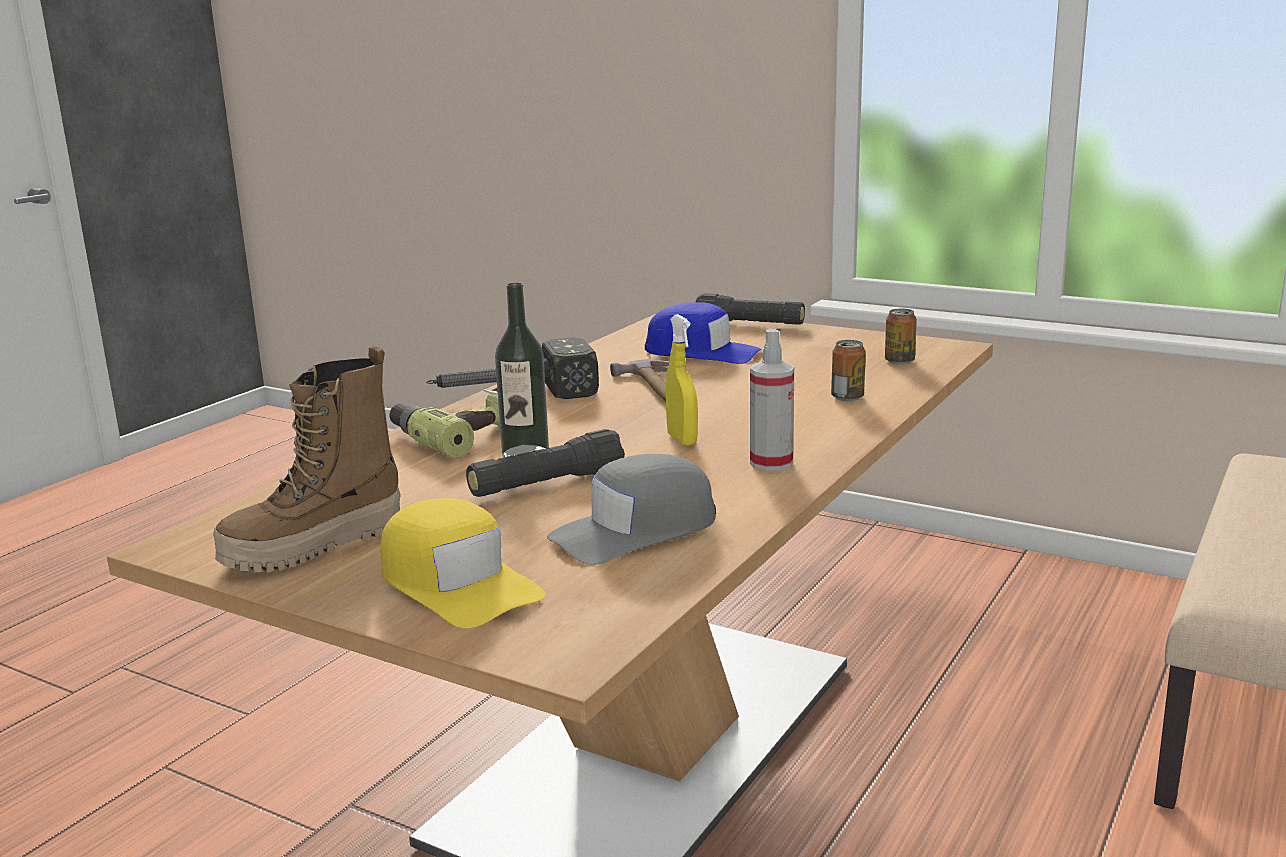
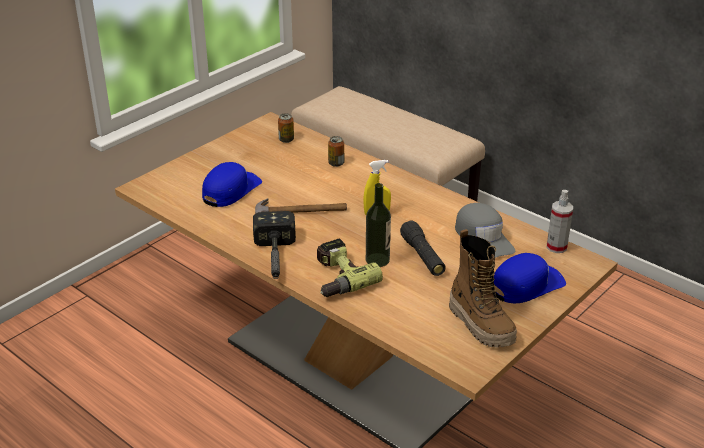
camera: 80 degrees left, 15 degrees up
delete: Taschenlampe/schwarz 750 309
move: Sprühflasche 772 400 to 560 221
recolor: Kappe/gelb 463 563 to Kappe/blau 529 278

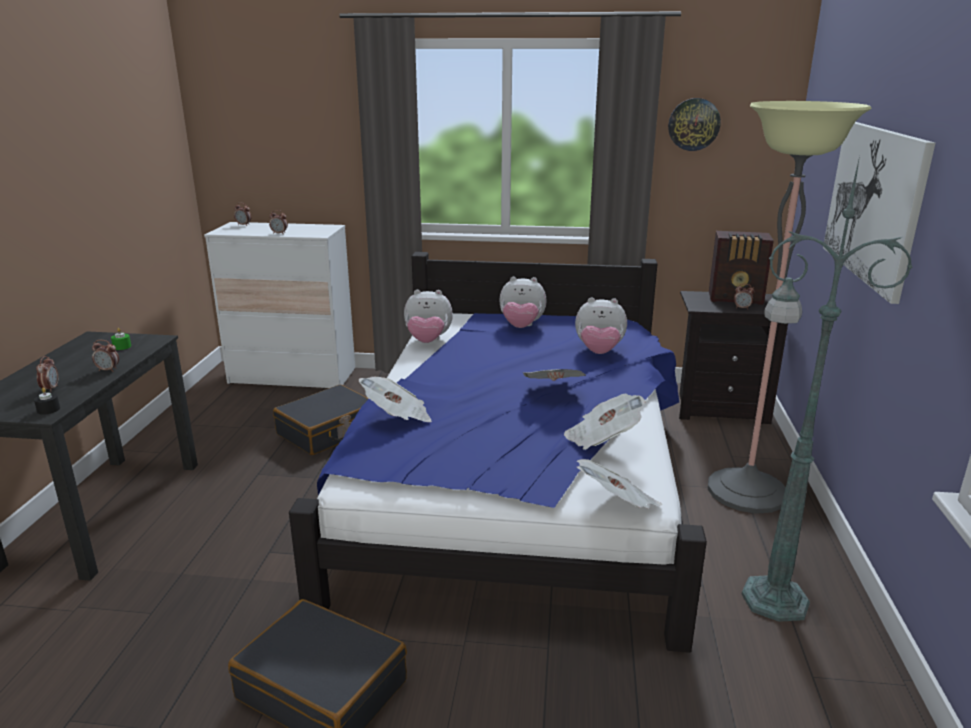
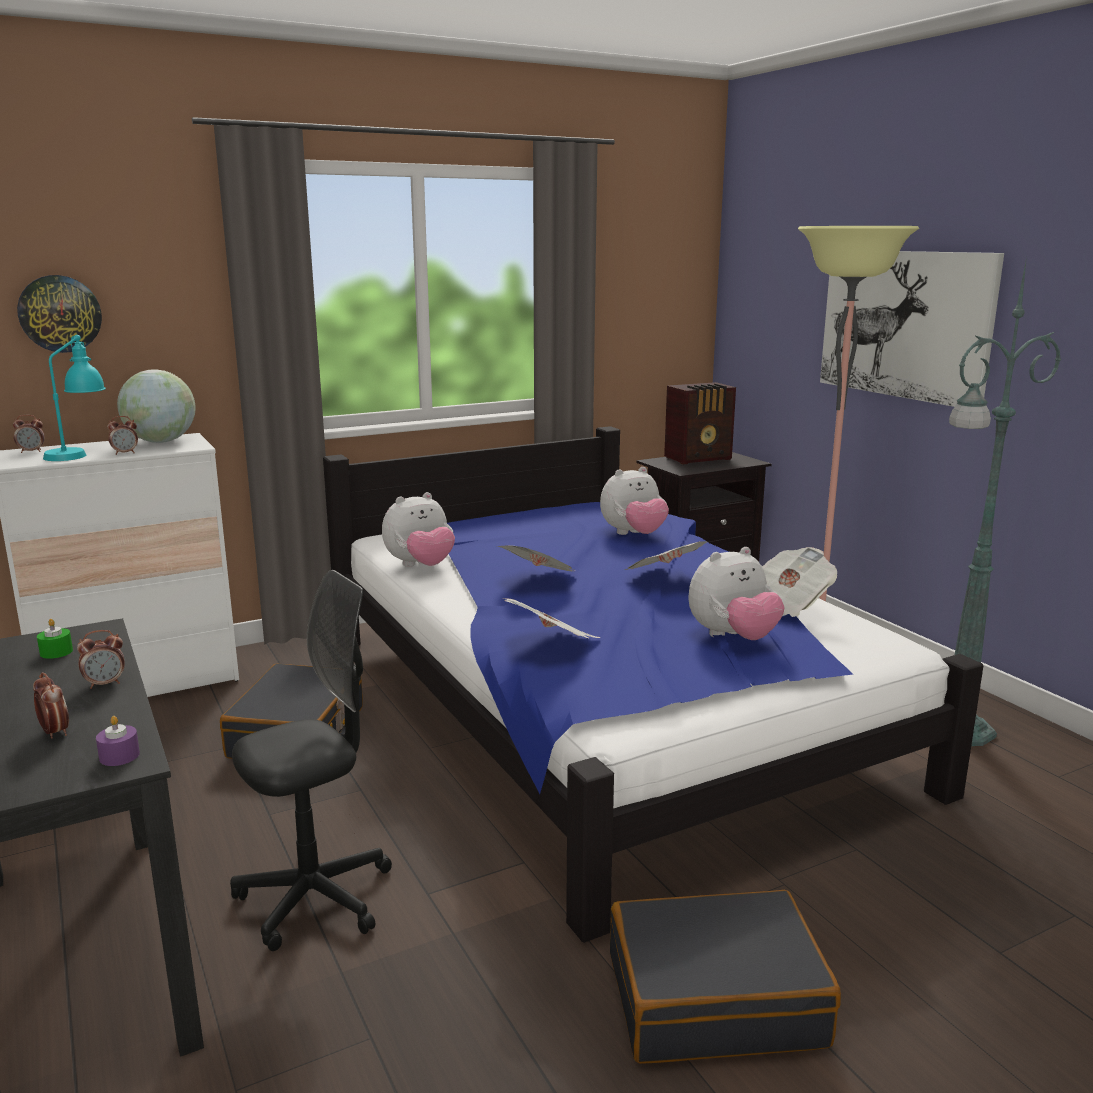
camera: 35 degrees left, 5 degrees down
delete: Wecker 744 296
insert: Tischlampe/türkis 74 398; Globus 156 406; Bürostuhl/schwarz 311 760
move: Wanduhr 694 124 to 59 314; Zeitung 619 484 to 535 558; Plüschtier 523 302 to 737 593
recolor: Kerze/schwarz 47 401 to Kerze/lila 118 741

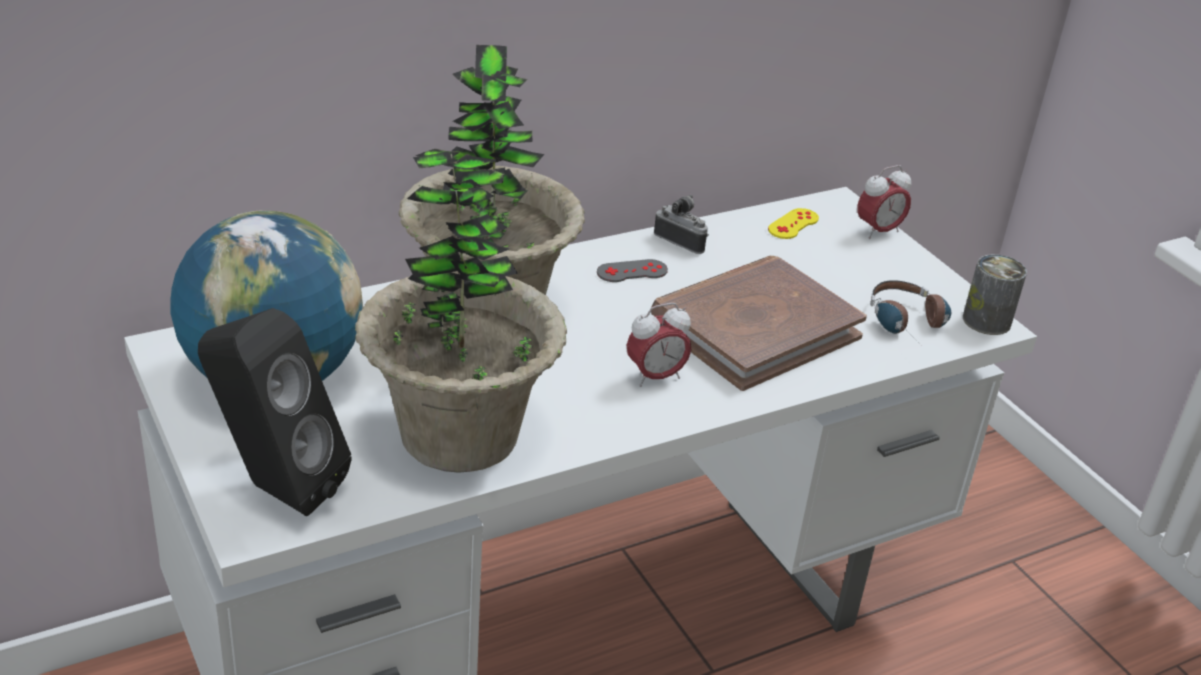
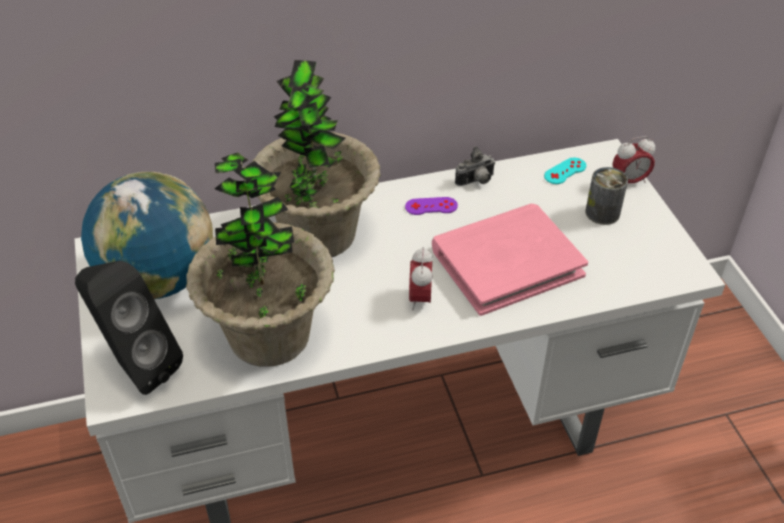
camera: 15 degrees right, 10 degrees up
delete: Kopfhörer 910 311
move: Dose 995 294 to 607 196
recolor: Gamepad/grau 632 270 to Gamepad/lila 431 206; Buch/braun 759 323 to Buch/rosa 510 259; Gamepad/gelb 793 223 to Gamepad/türkis 565 171
rotate: Wecker 658 345 = 421 278 105 degrees clockwise; Kamera 681 224 = 475 166 105 degrees clockwise

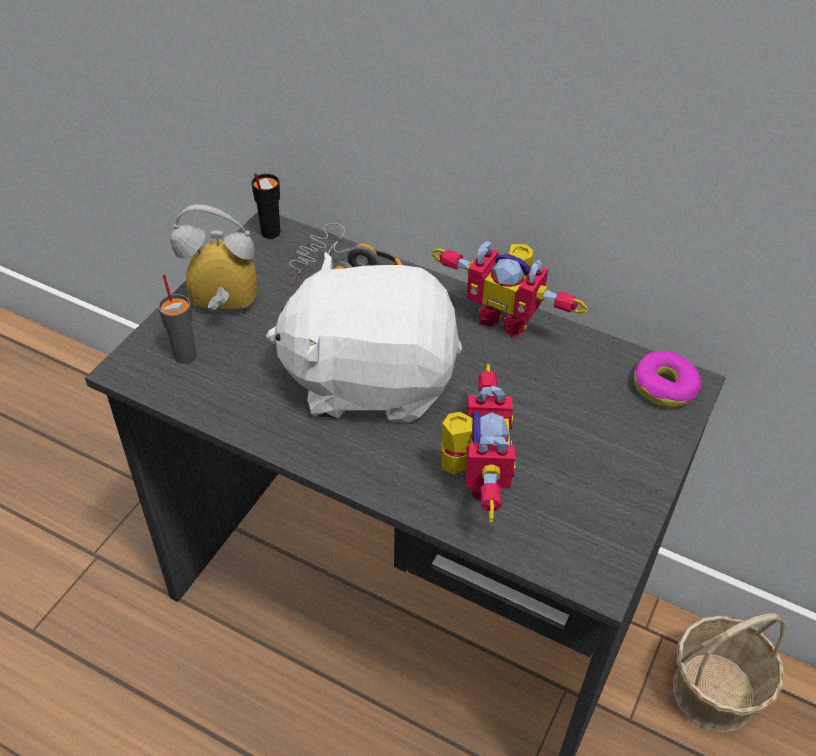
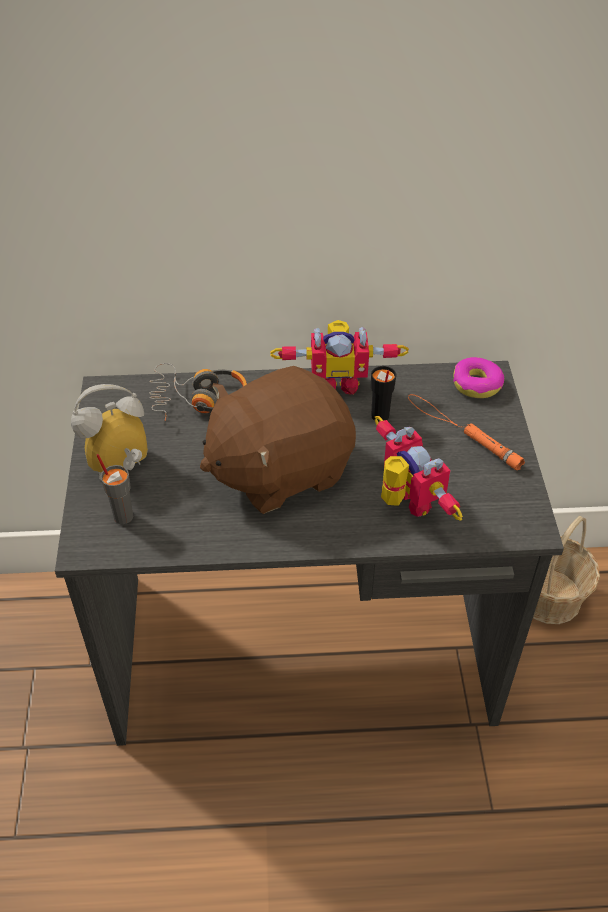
camera: 30 degrees left, 0 degrees up
insert: Taschenlampe/orange 466 432
move: Tasse/schwarz 266 206 to 384 394
recolor: Plüschtier/weiß 364 337 to Plüschtier/braun 278 440

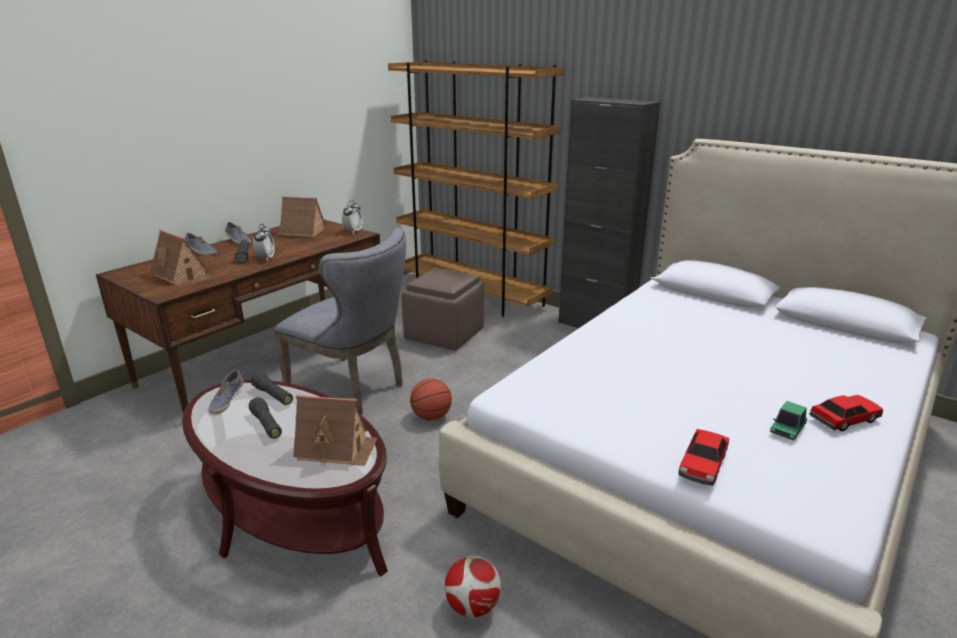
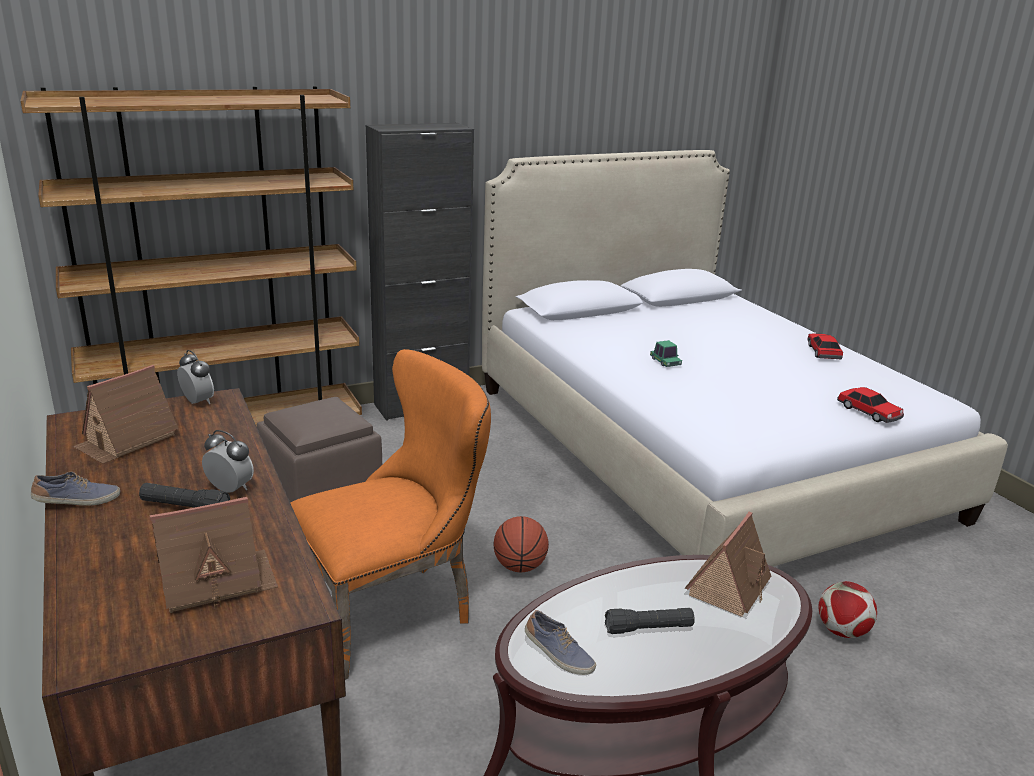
camera: 65 degrees left, 0 degrees up
delete: Schuh 201 244; Taschenlampe/schwarz 272 388
move: Spielzeugauto 788 421 to 666 353
recolor: Stuhl/grau 340 321 to Stuhl/orange 390 514

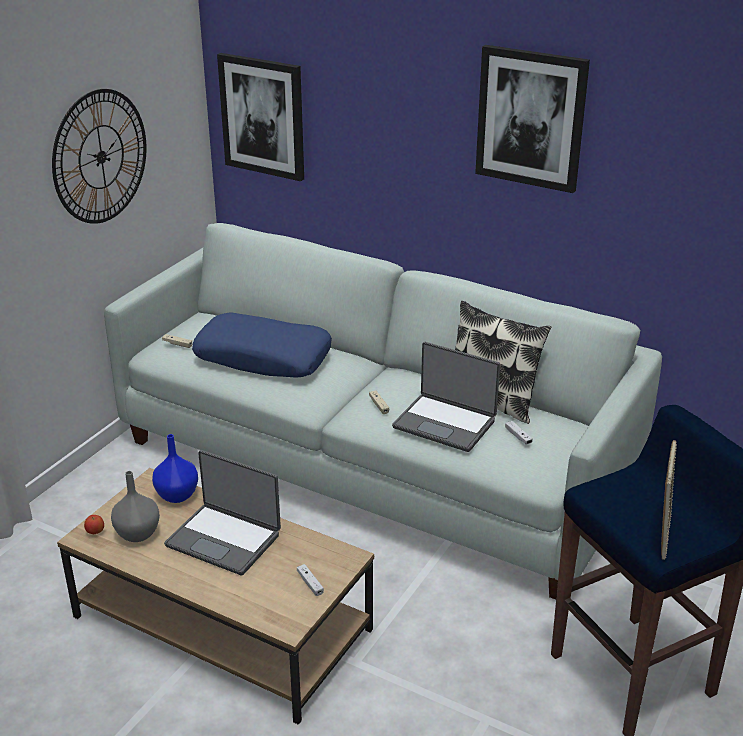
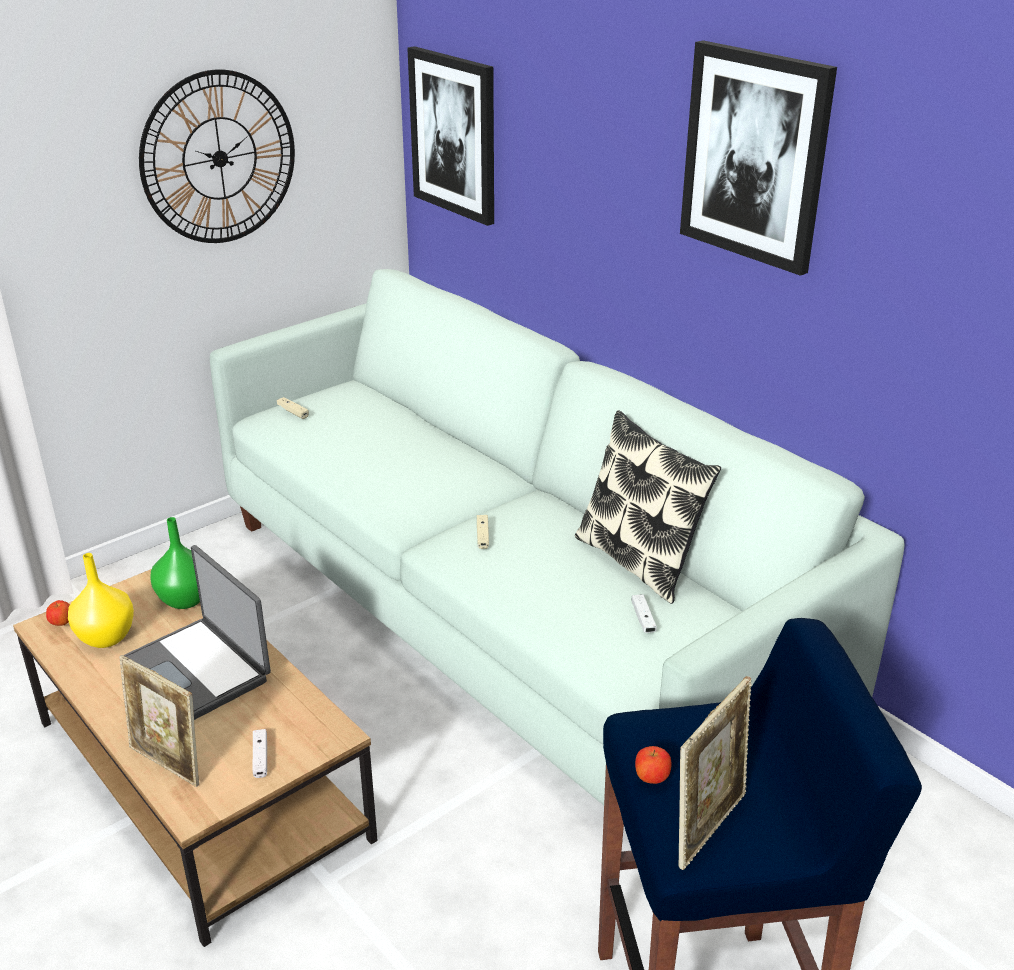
camera: 20 degrees right, 0 degrees up
delete: Kissen/blau 262 345; Laptop 446 397
insert: Bilderrahmen 159 721; Apfel 653 765
recolor: Vase/grau 135 506 to Vase/gelb 101 600; Vase/blau 175 468 to Vase/grün 175 563

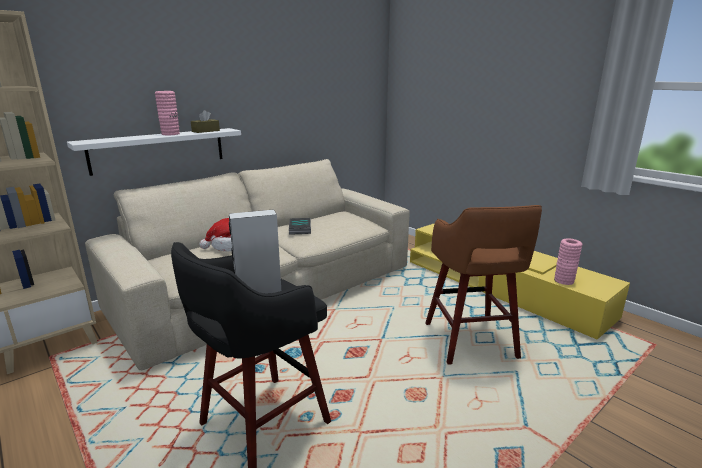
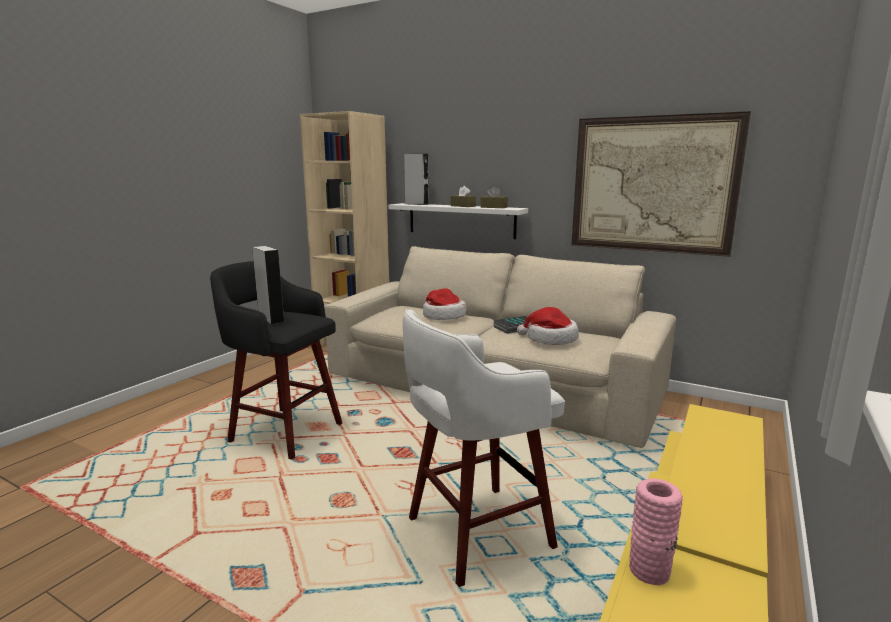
camera: 70 degrees right, 5 degrees down
insert: Lautsprecher/grau 416 179; Hut 548 326; Bild 661 184
replace: Vase/rosa 167 113 to Taschentuchbox/braun 463 196
recolor: Hocker/braun 484 285 to Hocker/weiß 484 448

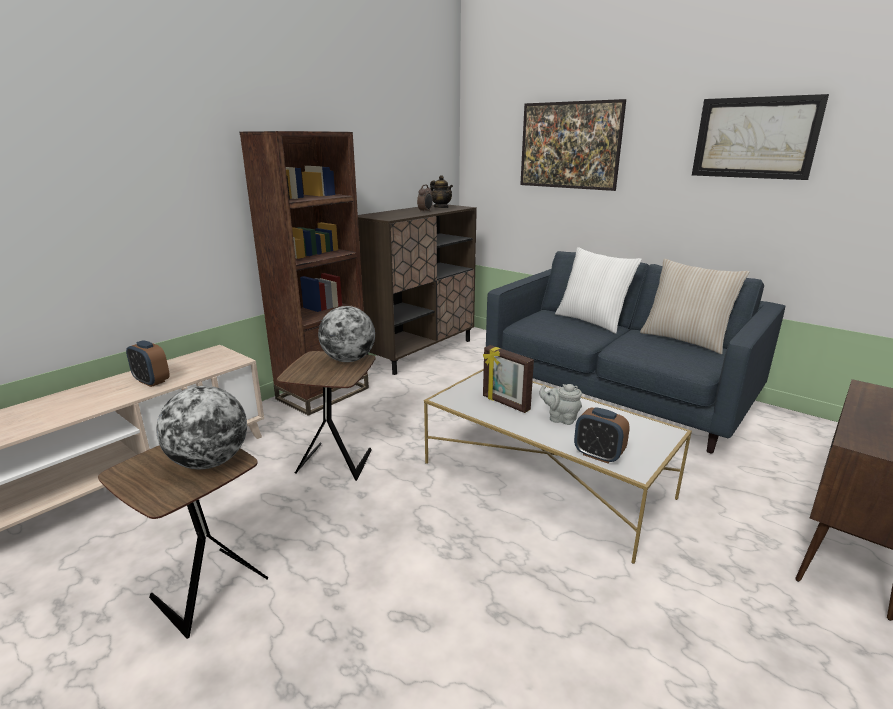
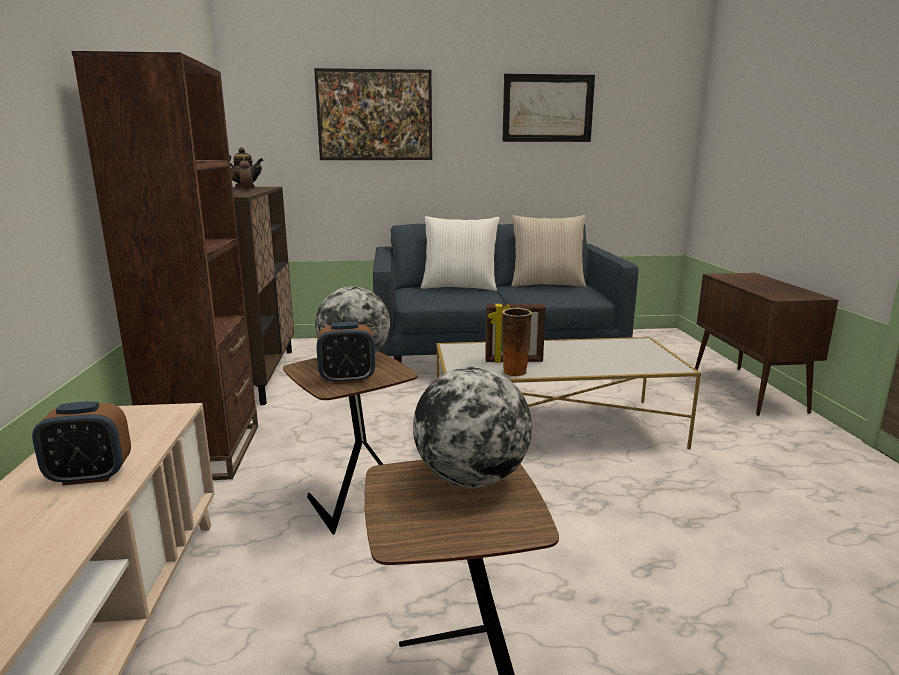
camera: 45 degrees left, 5 degrees down
delete: Teekanne/grau 560 404
insert: Vase 517 342
move: Wecker 602 435 to 346 353

